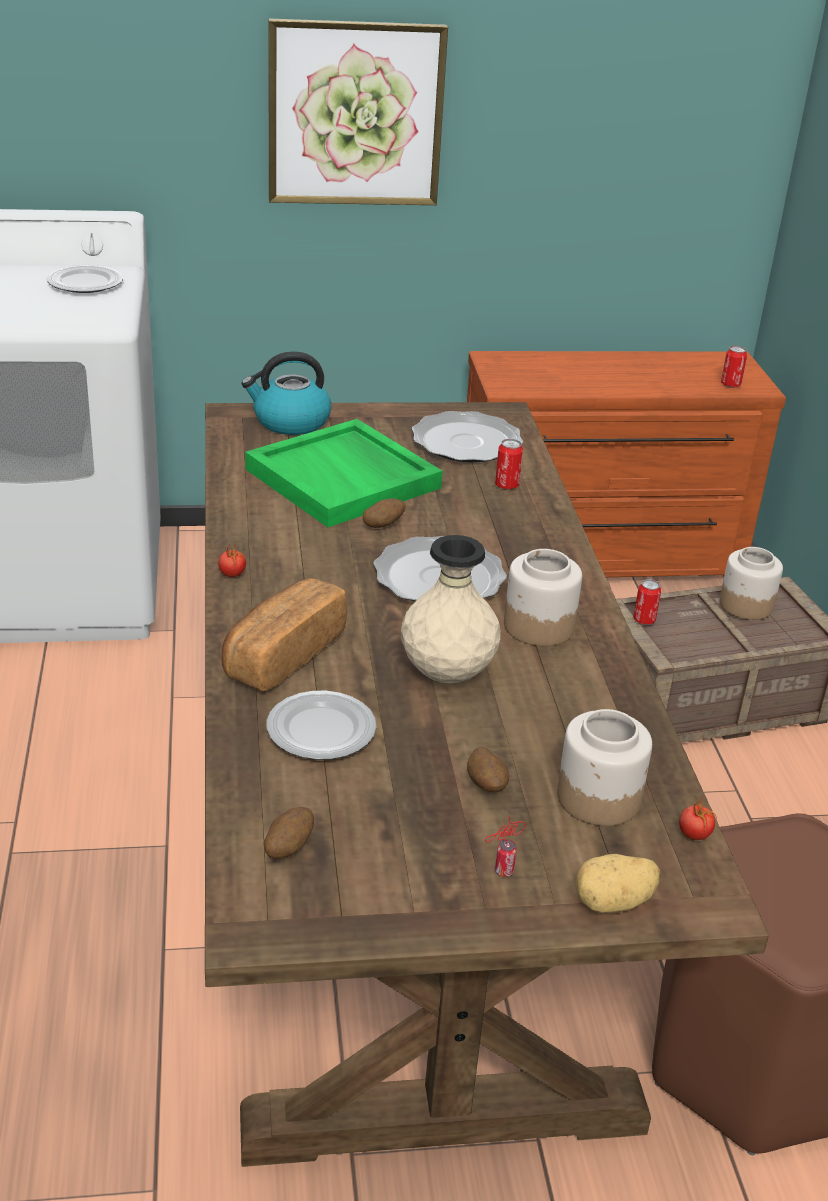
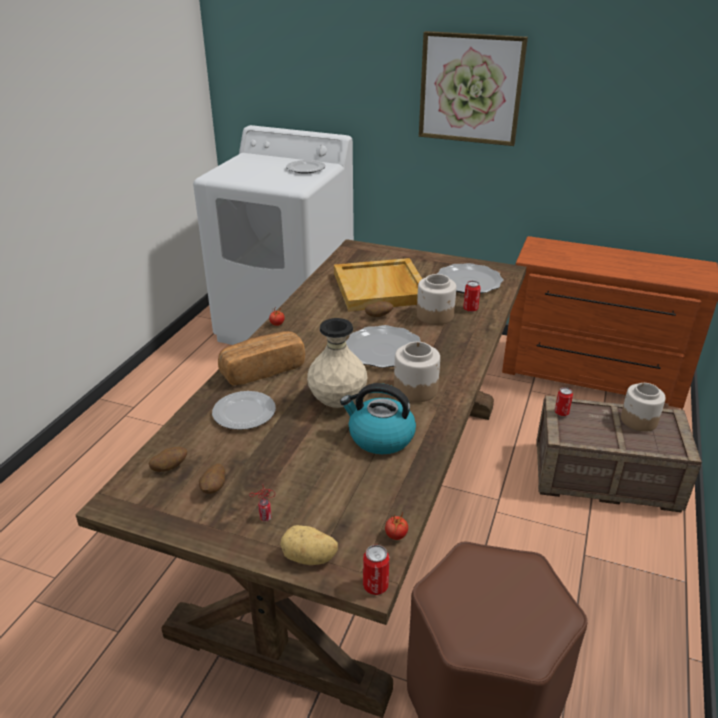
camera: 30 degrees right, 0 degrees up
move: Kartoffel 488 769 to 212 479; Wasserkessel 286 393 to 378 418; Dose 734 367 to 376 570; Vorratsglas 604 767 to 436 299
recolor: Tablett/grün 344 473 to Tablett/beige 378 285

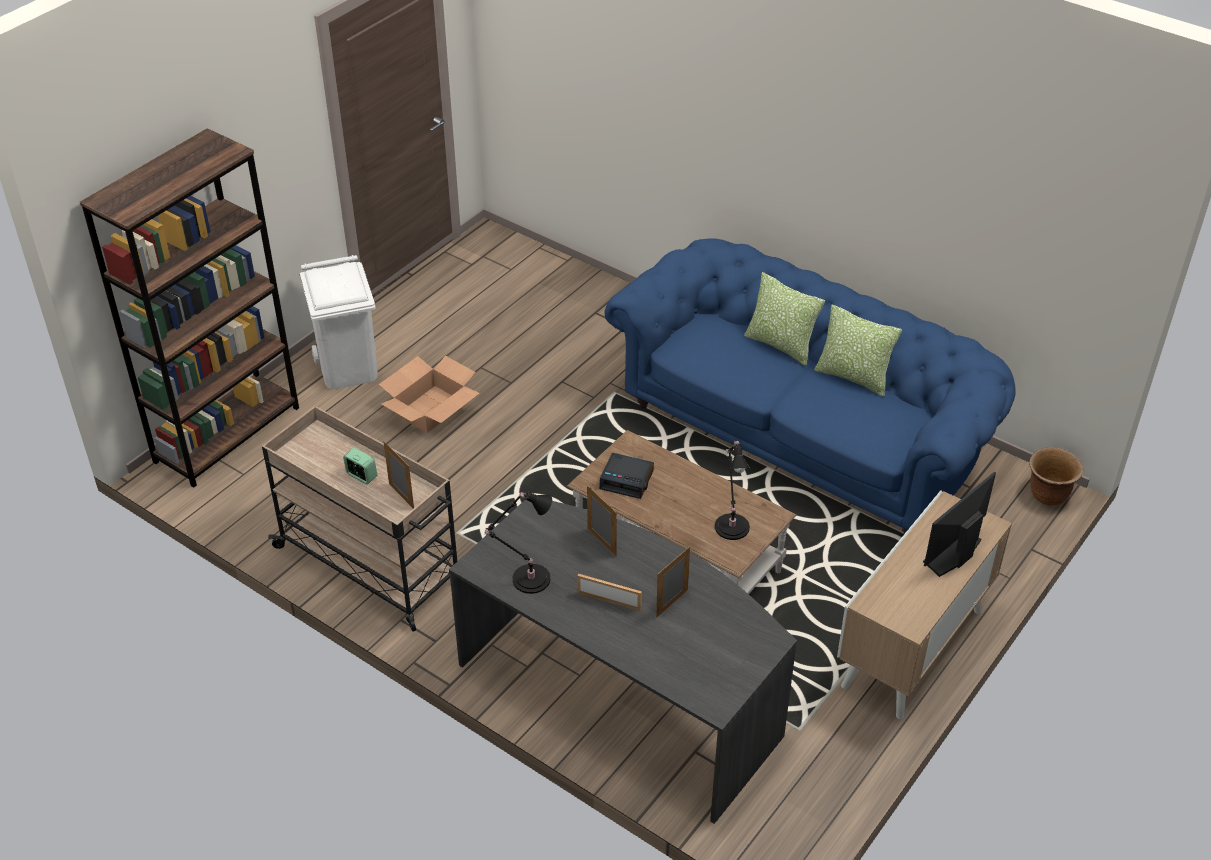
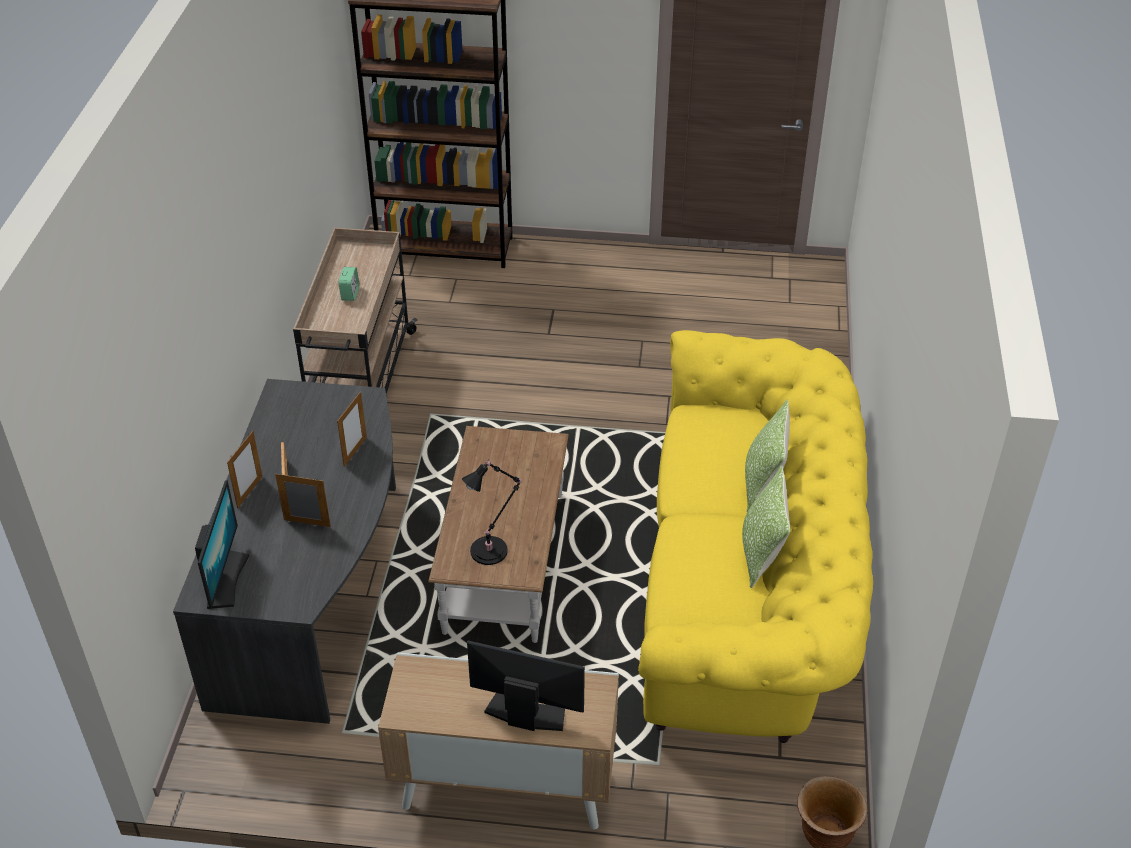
camera: 60 degrees right, 0 degrees up
delete: Mülleimer/weiß 338 322; Karton 429 394; Tischlampe/schwarz 518 543; Wecker 626 476
insert: Monitor 222 544
move: Bilderrahmen 398 475 to 244 469
recolor: Sofa/blau 810 386 to Sofa/gelb 755 536

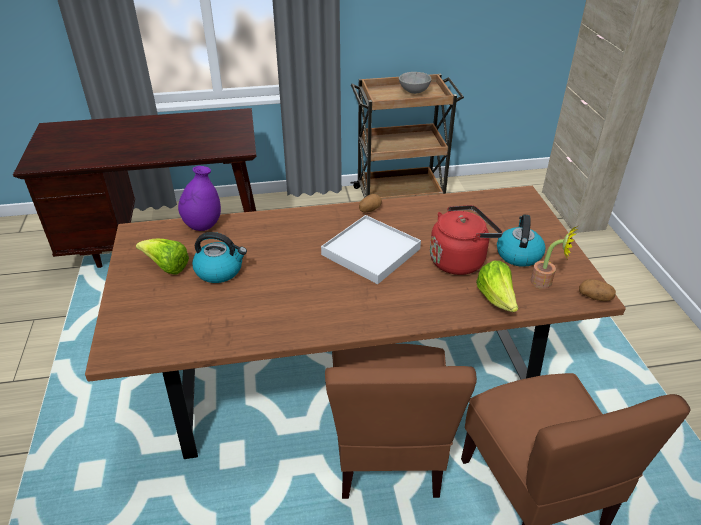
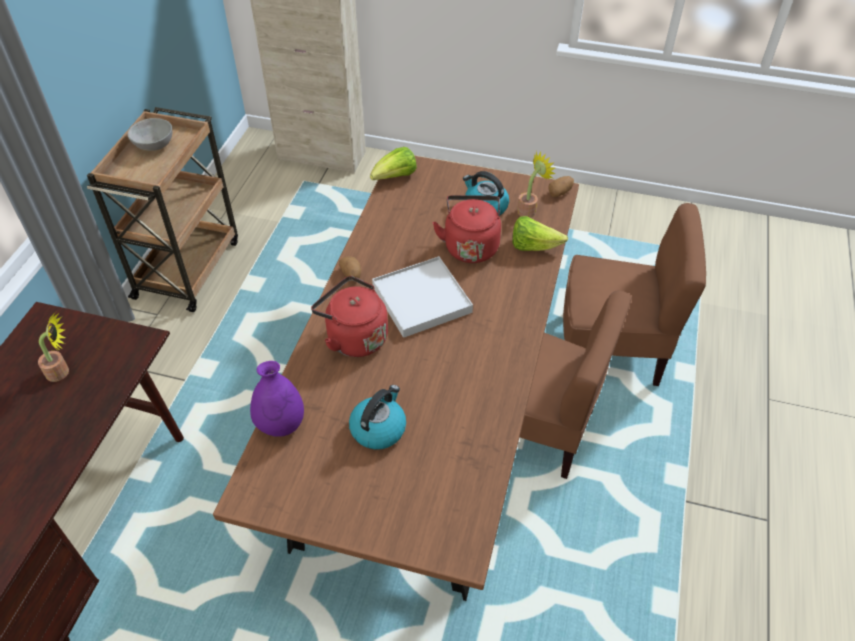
camera: 65 degrees left, 10 degrees up
insert: Topfpflanze 53 347; Wasserkessel/rot 349 316
move: Salatkopf 162 257 to 393 163

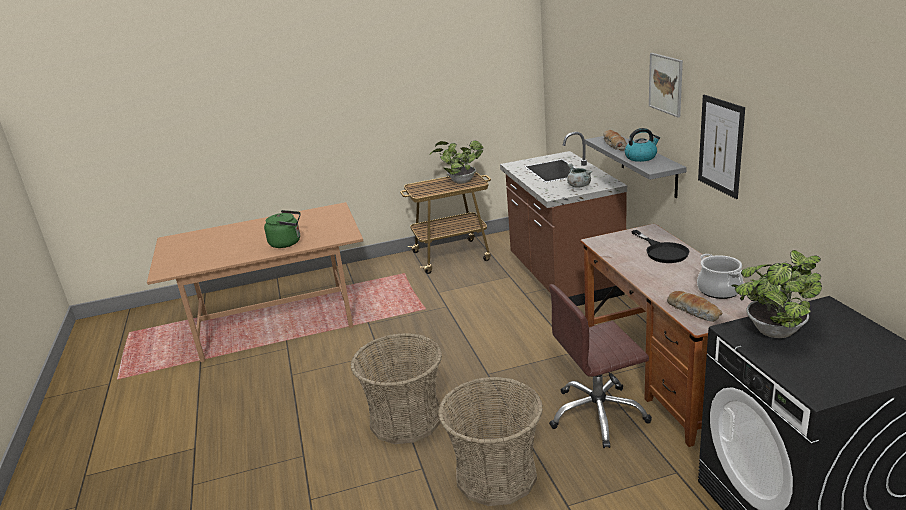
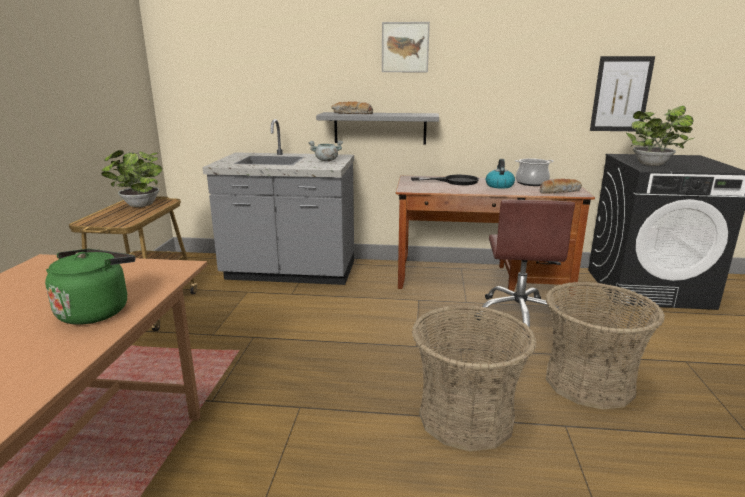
camera: 70 degrees left, 5 degrees down
move: Wasserkessel 642 145 to 500 174; Bild 721 147 to 622 93
recolor: Küchenzeile/braun 563 219 to Küchenzeile/grau 278 202

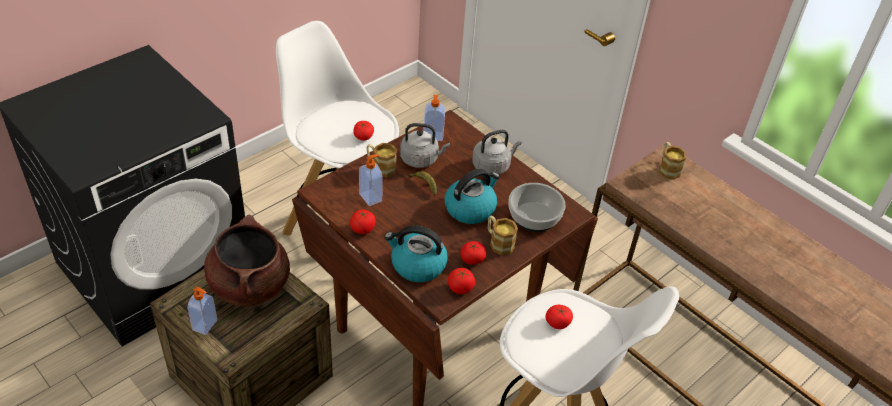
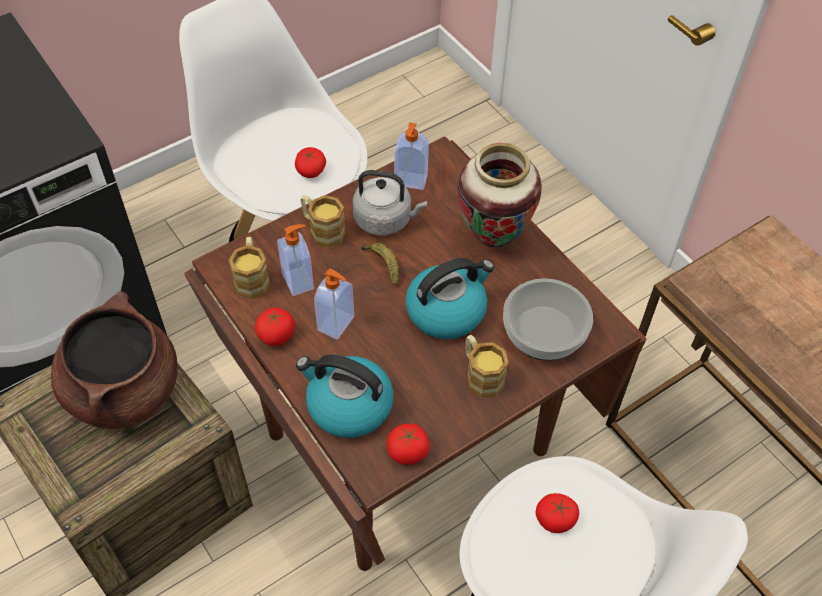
camera: 10 degrees right, 10 degrees up
delete: Tomate 473 252
move: Henkelbecher 672 161 to 249 268; Seifenspender 202 311 to 334 304
replace: Wasserkessel/grau 497 152 to Vase 500 195

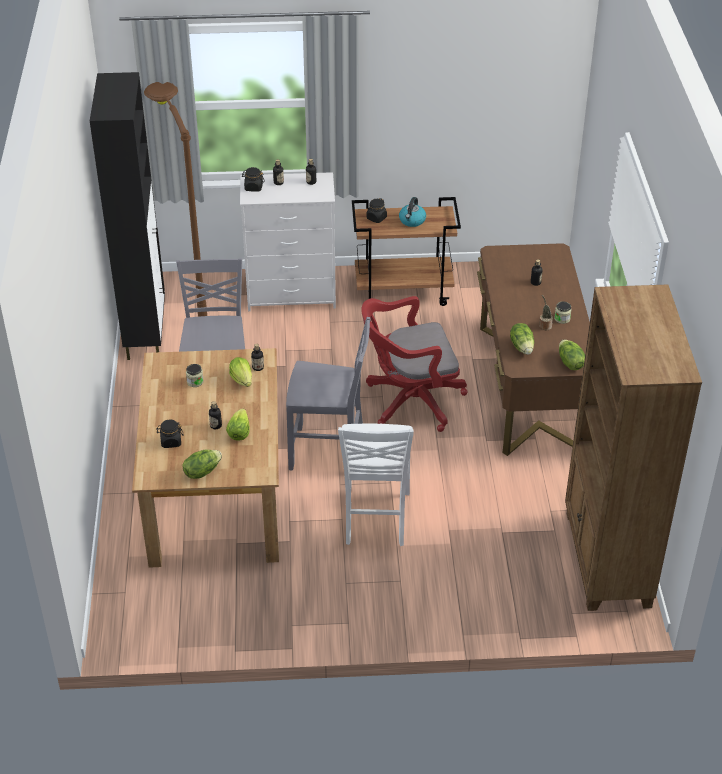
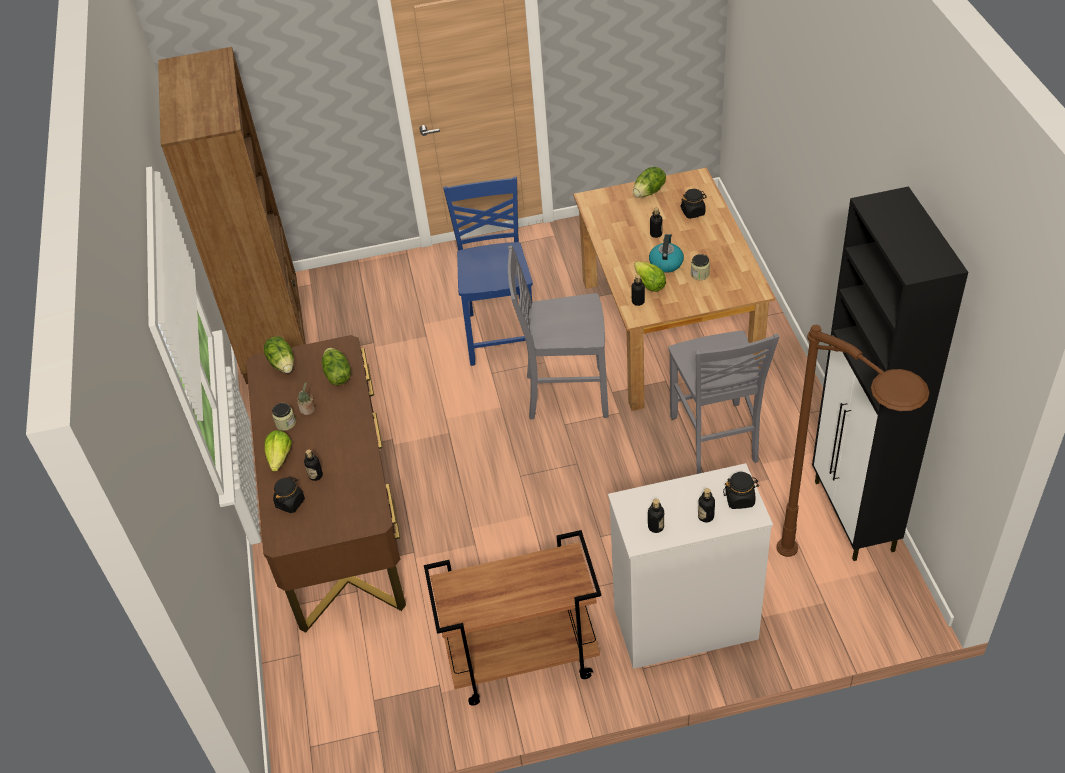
camera: 175 degrees right, 5 degrees up
delete: Bürostuhl/rot 414 364
move: Salatkopf 238 424 to 278 450; Vorratsglas/schwarz 377 210 to 289 495; Wasserkessel 412 212 to 666 253
recolor: Stuhl/weiß 376 484 to Stuhl/blau 488 271

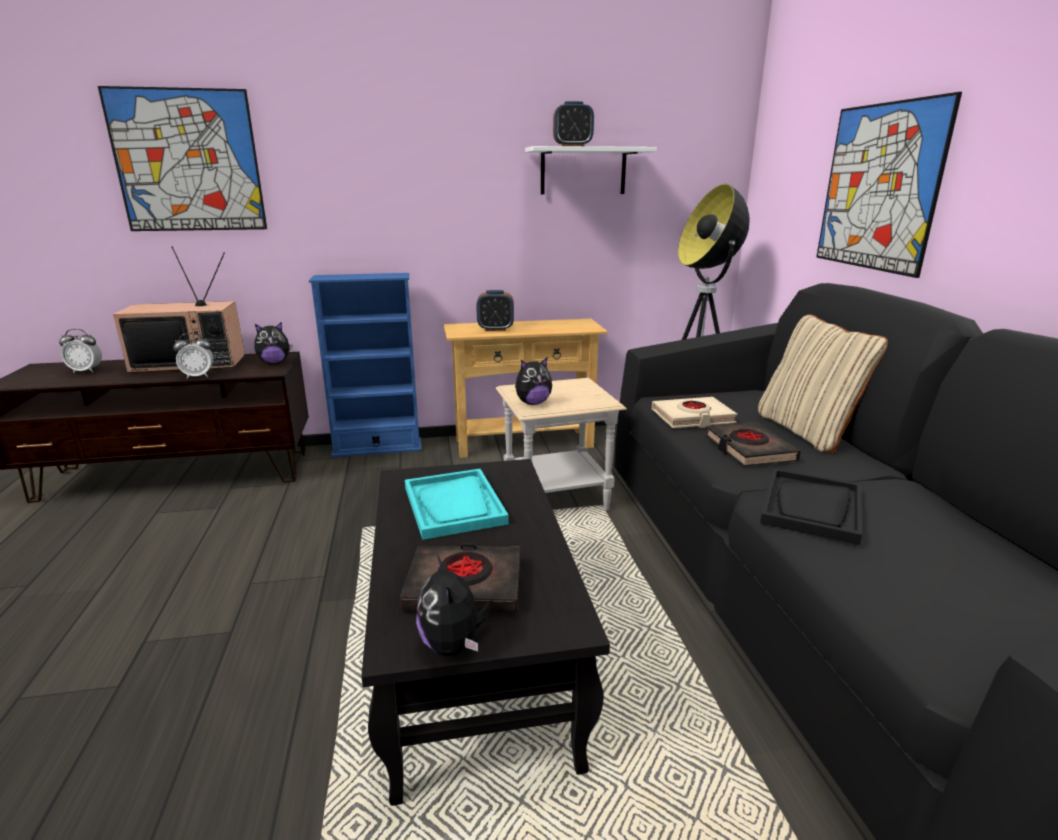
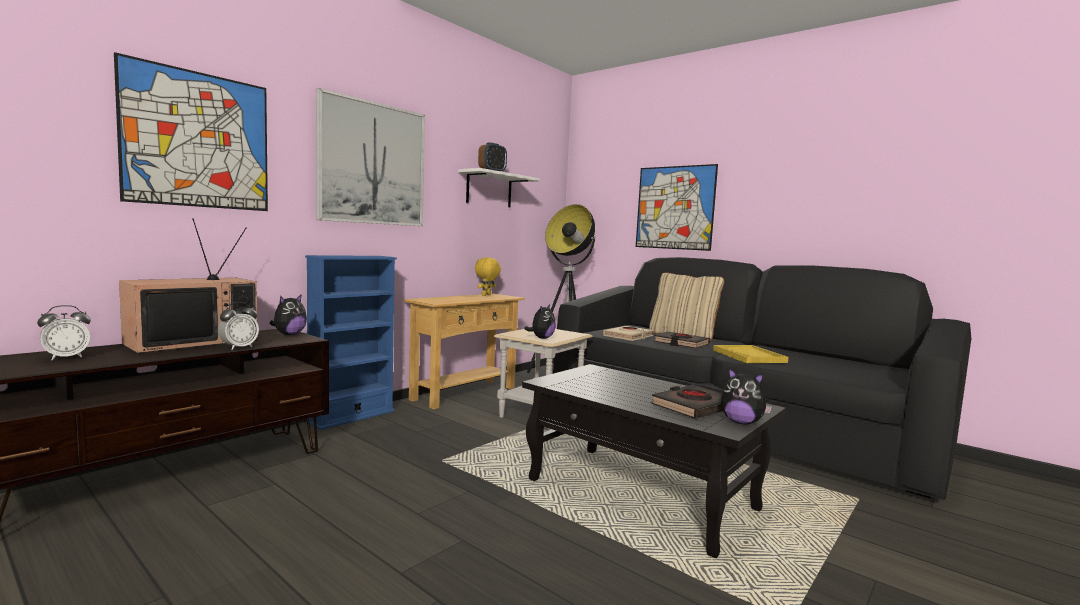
camera: 40 degrees left, 15 degrees down
delete: Tablett/türkis 457 504; Wecker 495 310
insert: Bild 370 157; Plüschtier/gelb 488 276
recolor: Tablett/schwarz 811 506 to Tablett/gelb 750 354

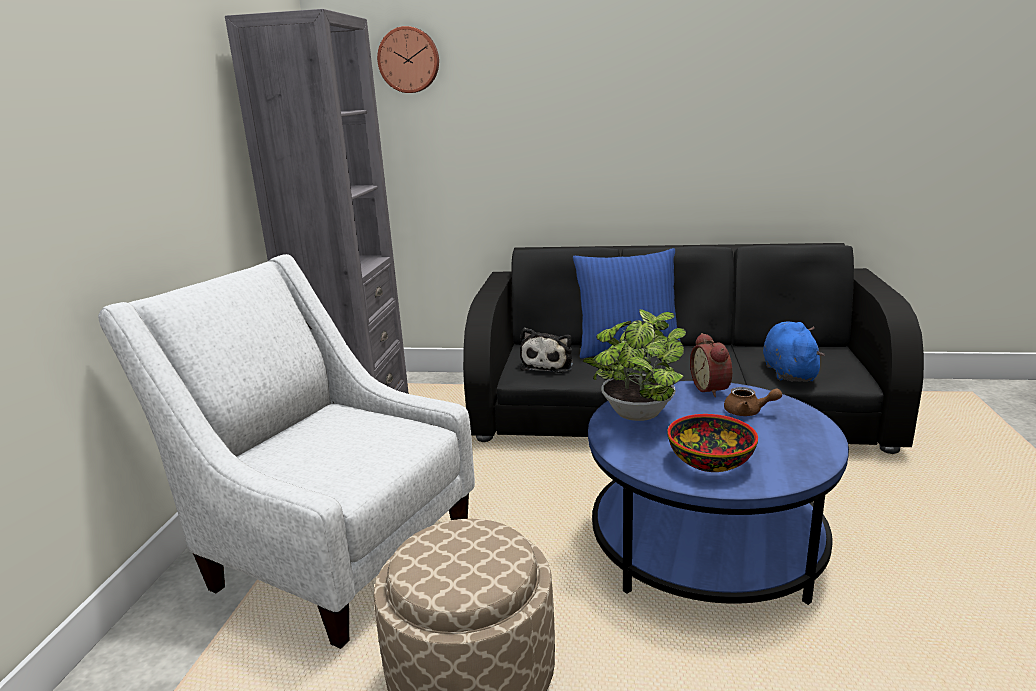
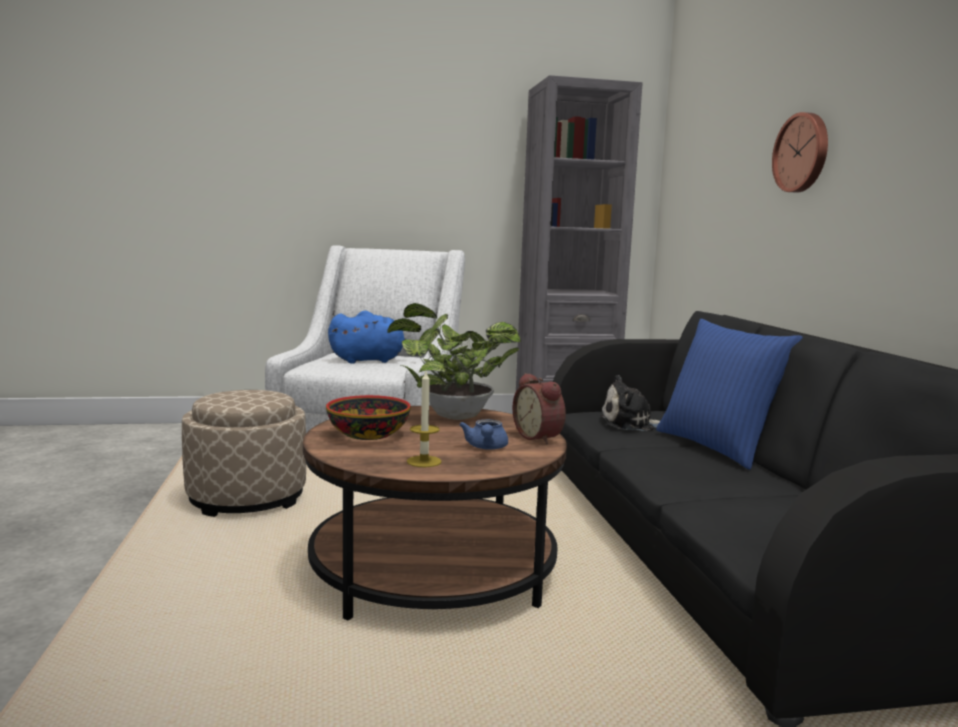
camera: 70 degrees right, 10 degrees down
insert: Kerze 424 419
move: Plüschtier/blau 794 352 to 367 337; Wanduhr 408 59 to 800 152
recolor: Couchtisch/blau 718 493 to Couchtisch/braun 435 513; Teekanne/braun 753 401 to Teekanne/blau 483 434
rotate: Wecker 711 365 = 539 408 90 degrees counterclockwise

